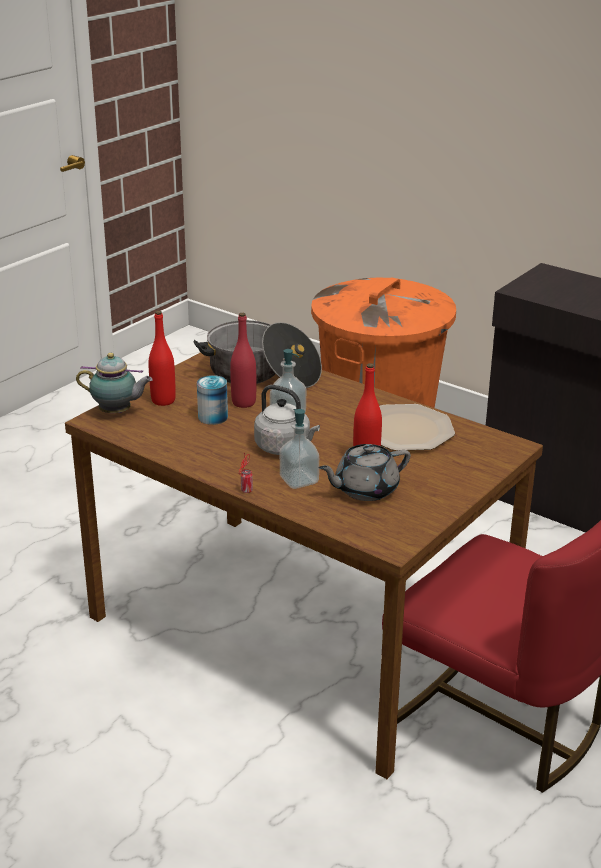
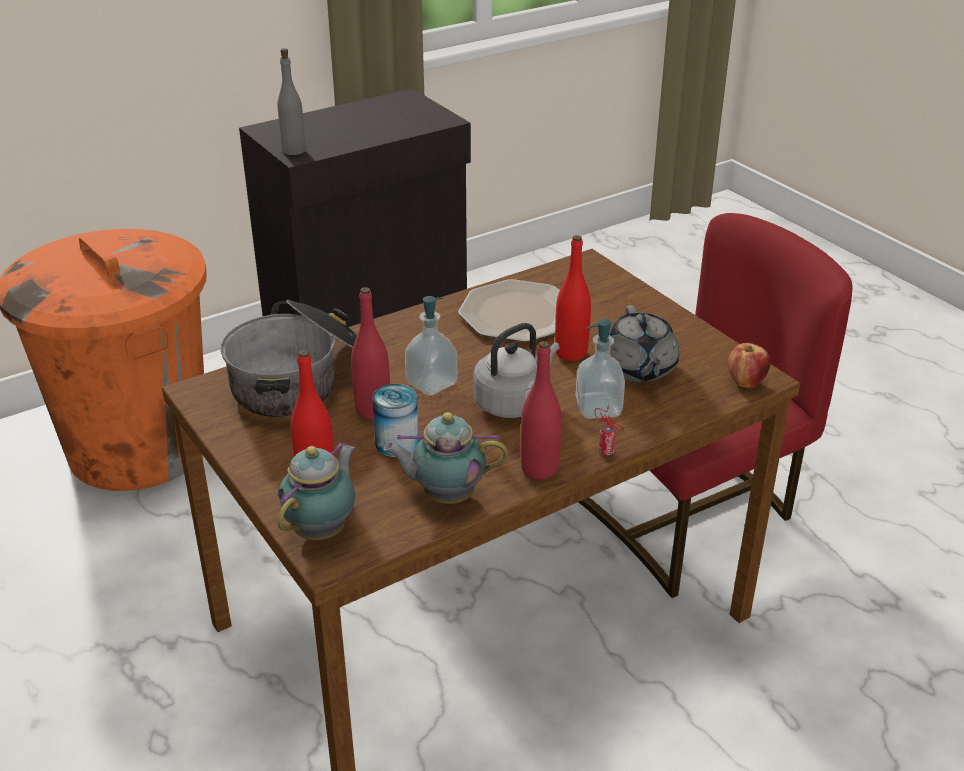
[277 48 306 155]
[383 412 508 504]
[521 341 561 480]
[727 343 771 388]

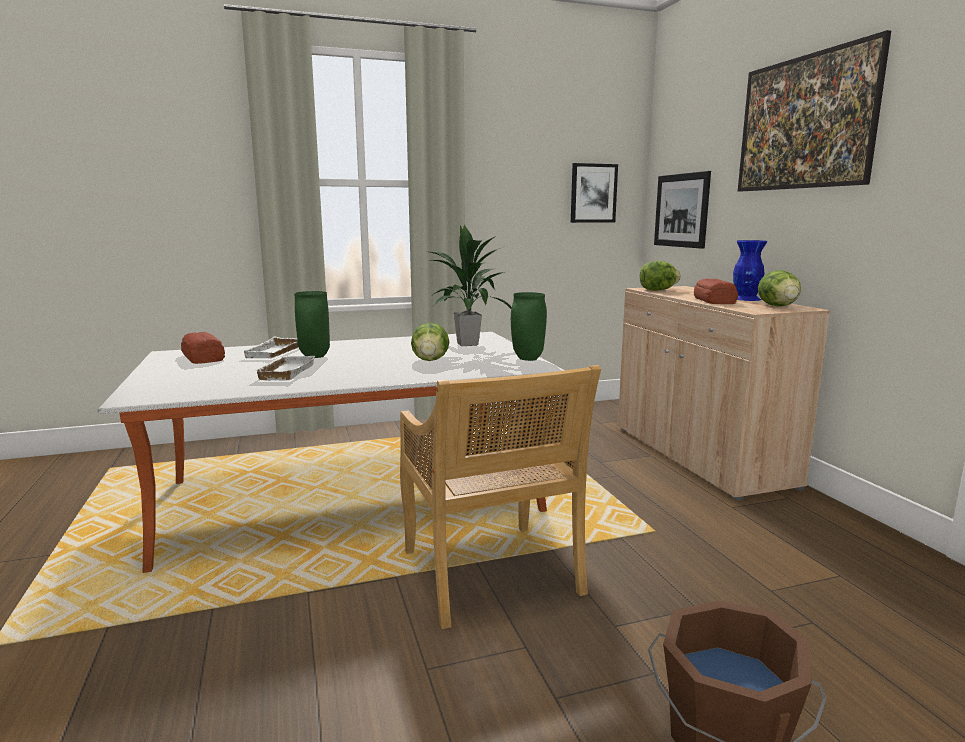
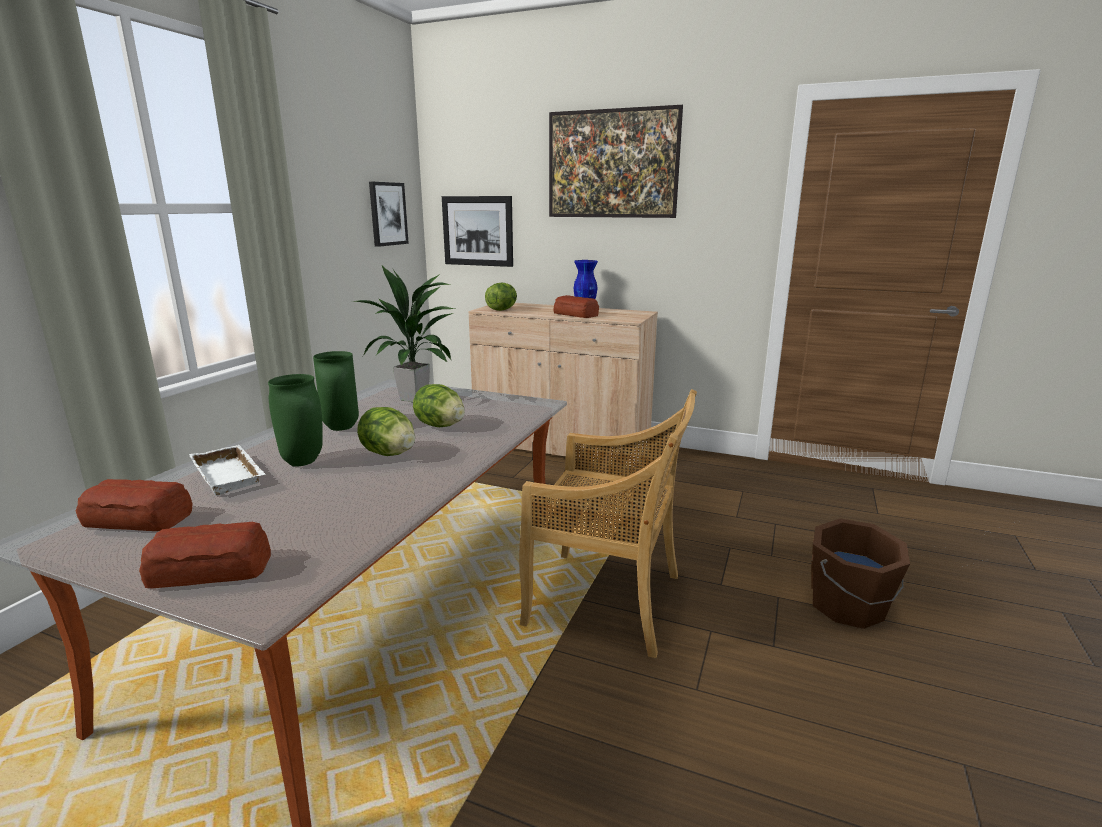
[139 522 271 588]
[313 351 359 431]
[357 407 415 456]
[254 356 315 381] (first image)

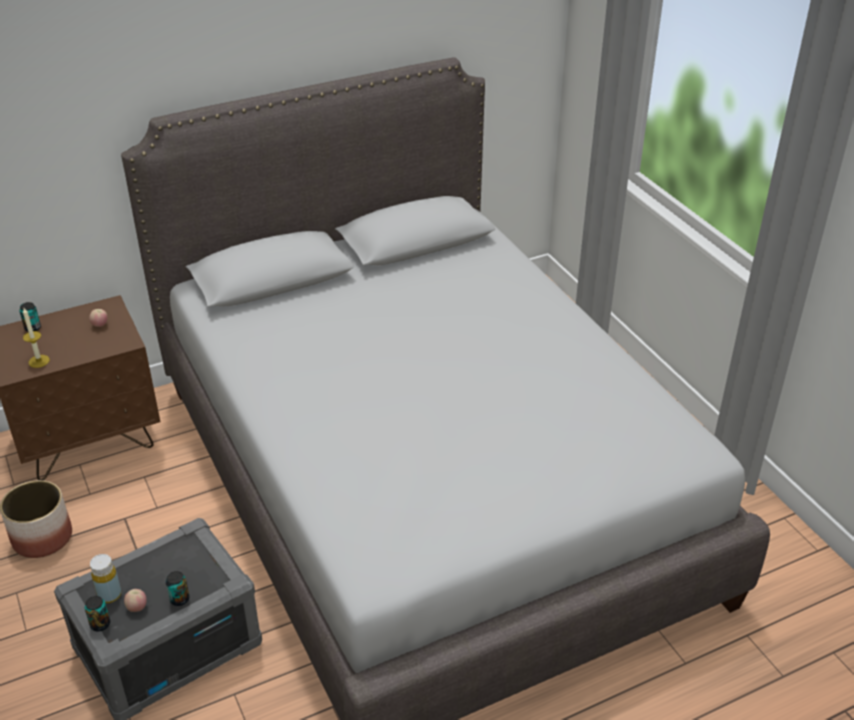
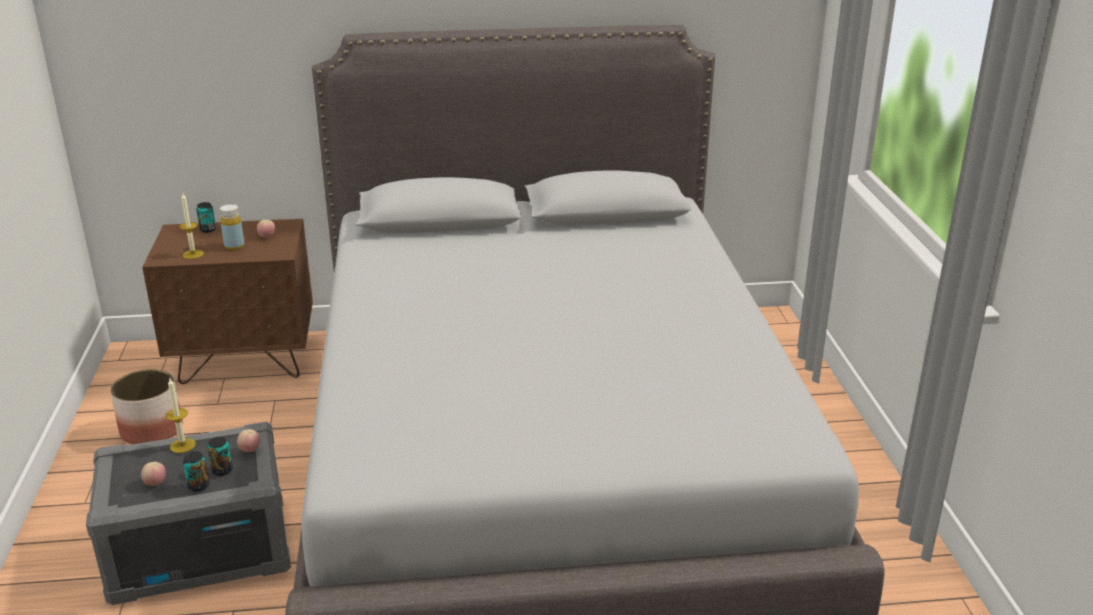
[166 377 196 453]
[207 437 233 476]
[220 204 244 250]
[237 429 260 452]

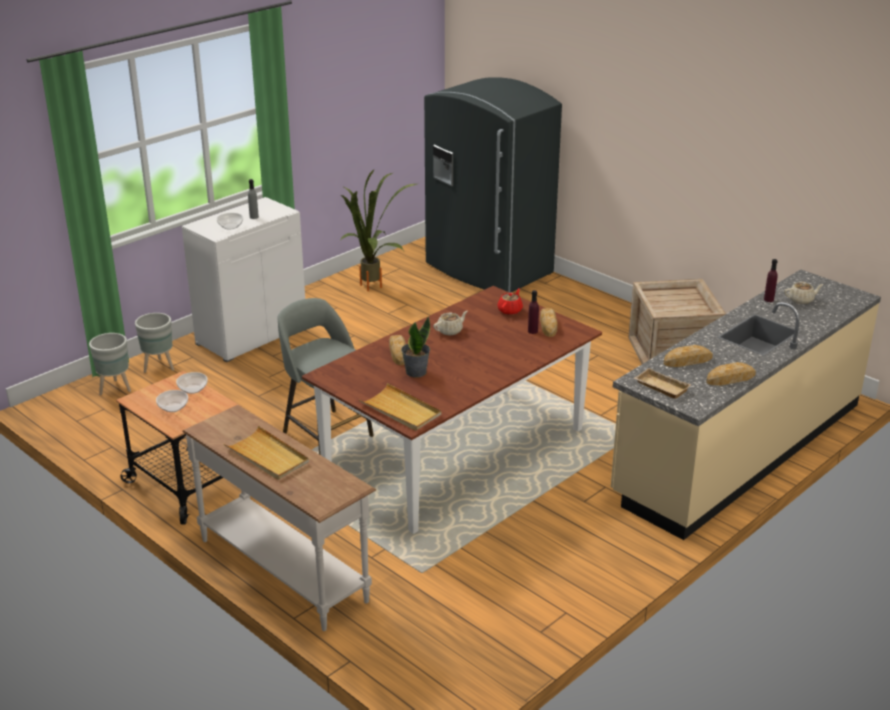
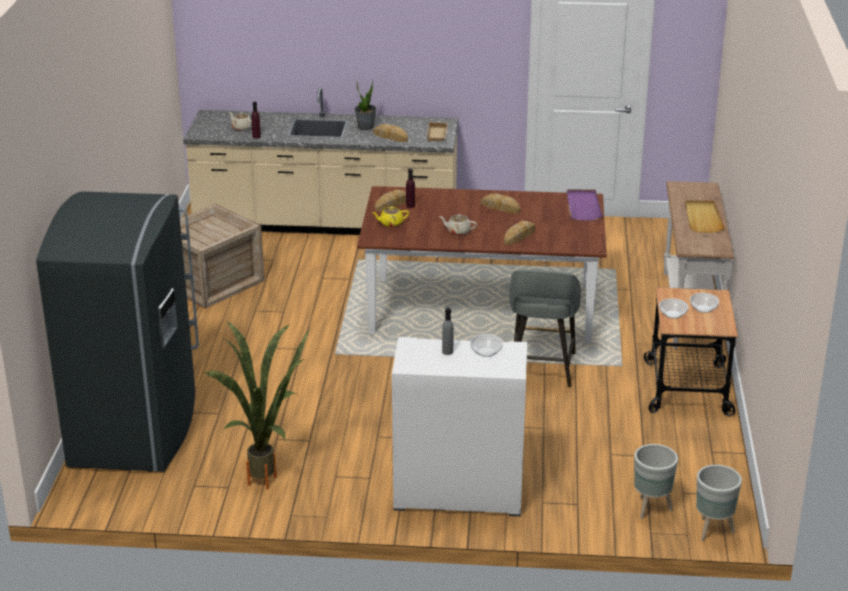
[355 79 377 130]
[372 206 409 227]
[481 194 520 213]
[567 189 603 221]
[696 465 742 541]

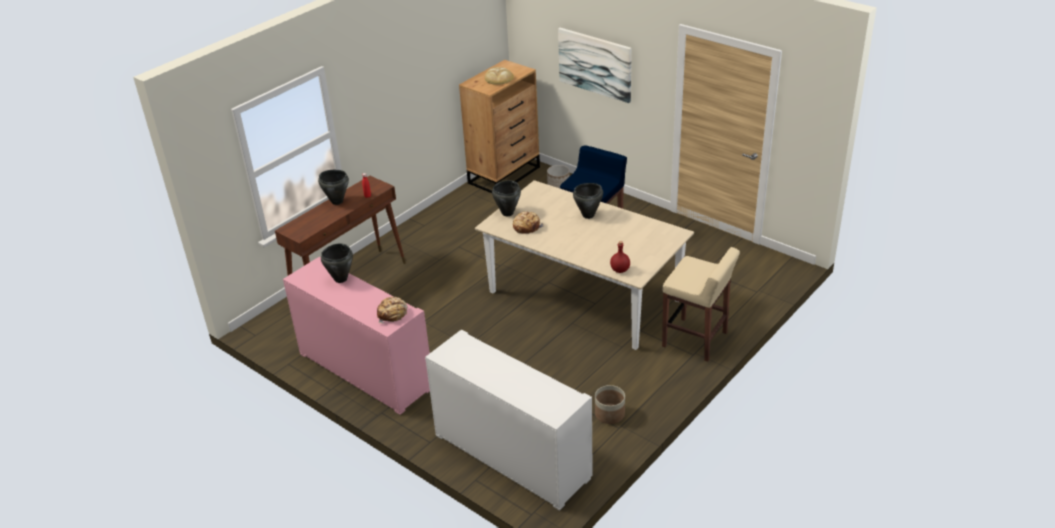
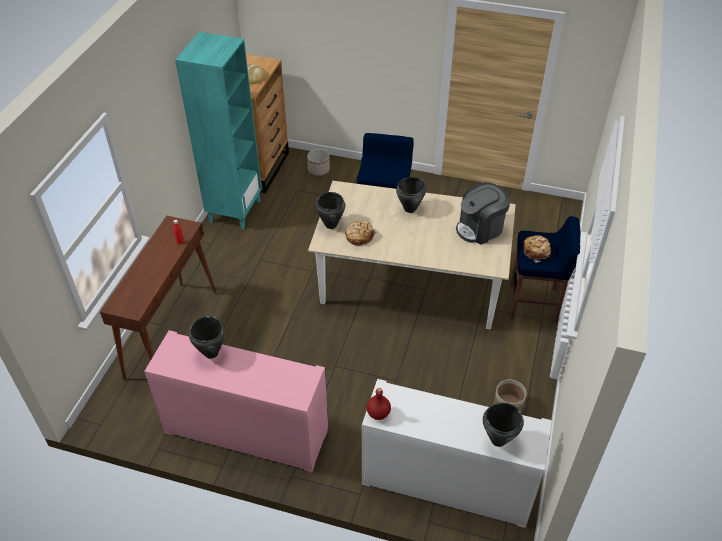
[175 32 262 230]
[367 388 391 420]
[456 182 510 245]
[483 403 524 447]
[510 216 581 324]
[524 235 551 263]
[558 28 632 103] (first image)

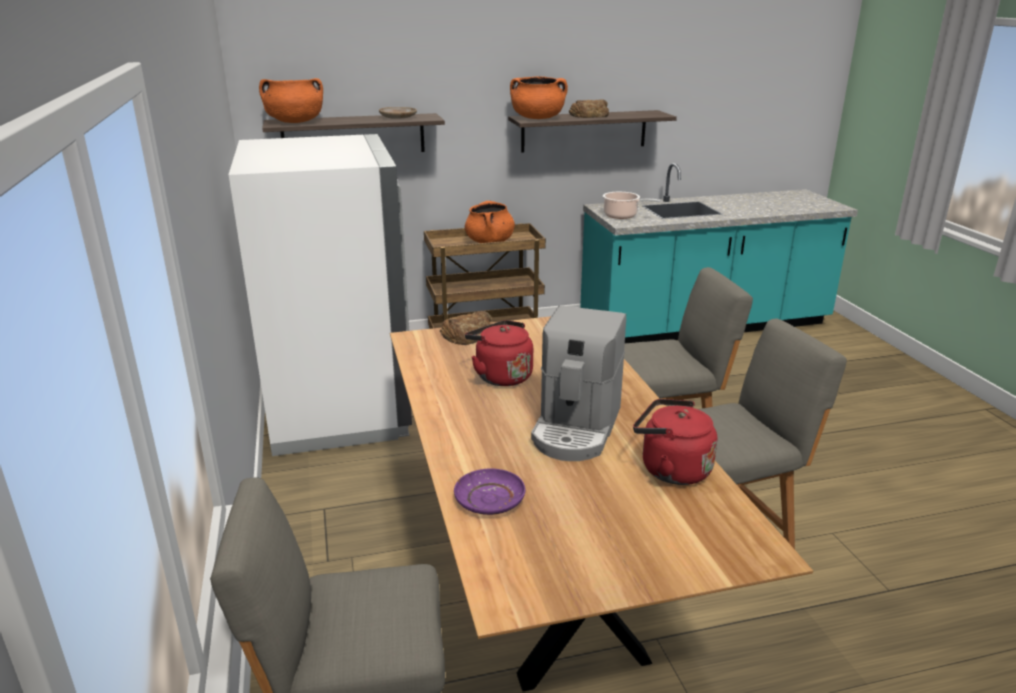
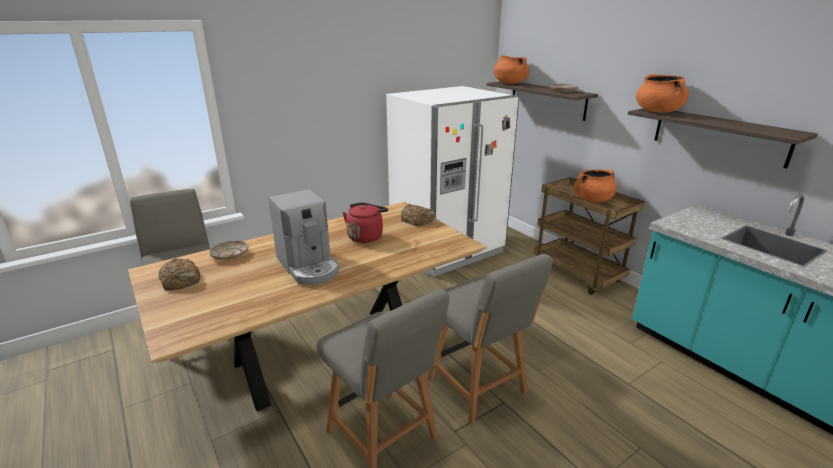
[159 258 200 291]
[209 241 248 260]
[268 189 339 285]
[603 192 661 219] (first image)
[633 399 717 485] (first image)

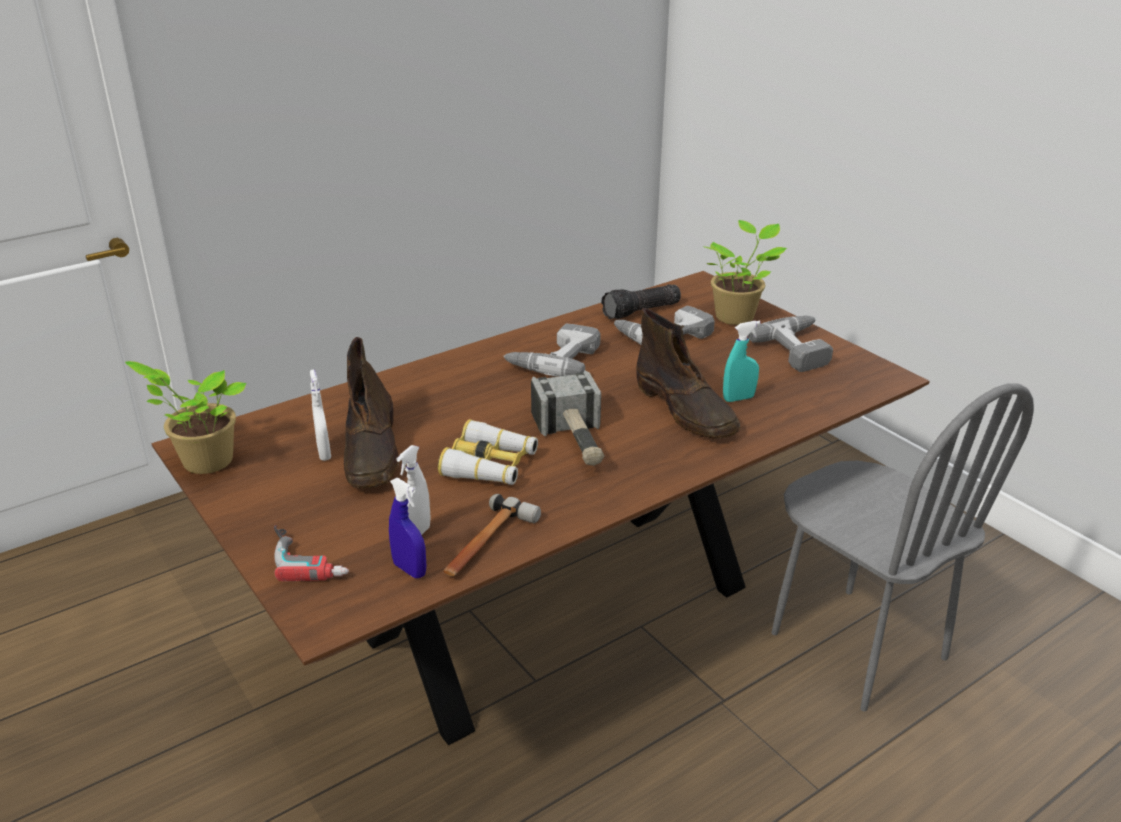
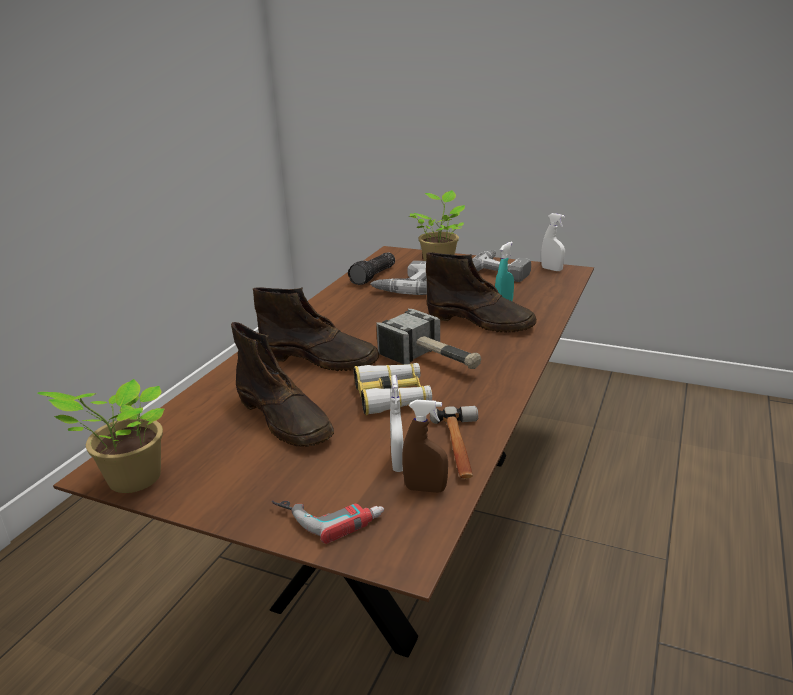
[253 287 379 371]
[402 400 448 493]
[541 213 565 271]
[503 324 601 377] (first image)
[771 383 1034 711] (first image)

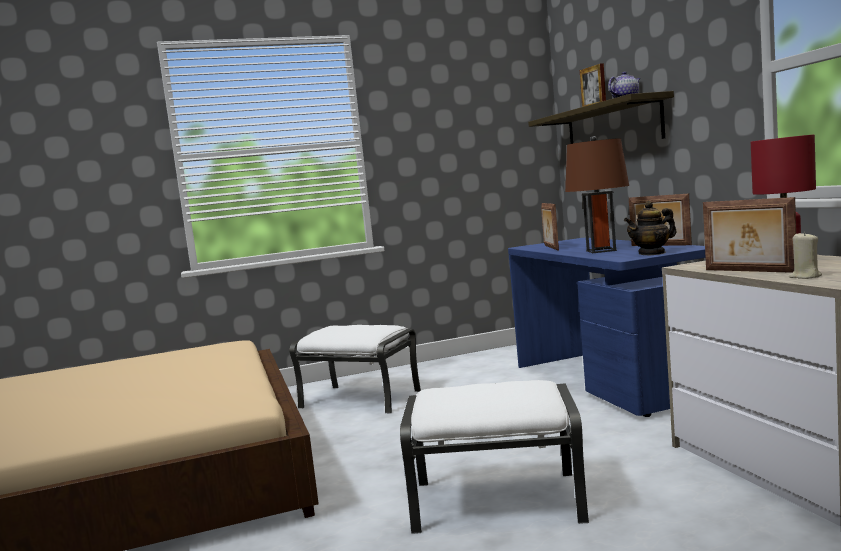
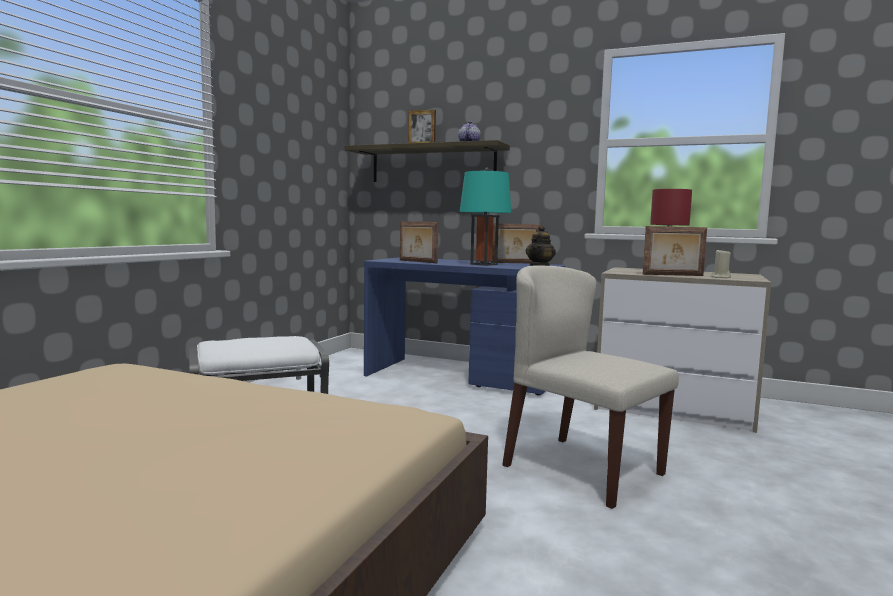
[459 168 512 266]
[502 266 679 509]

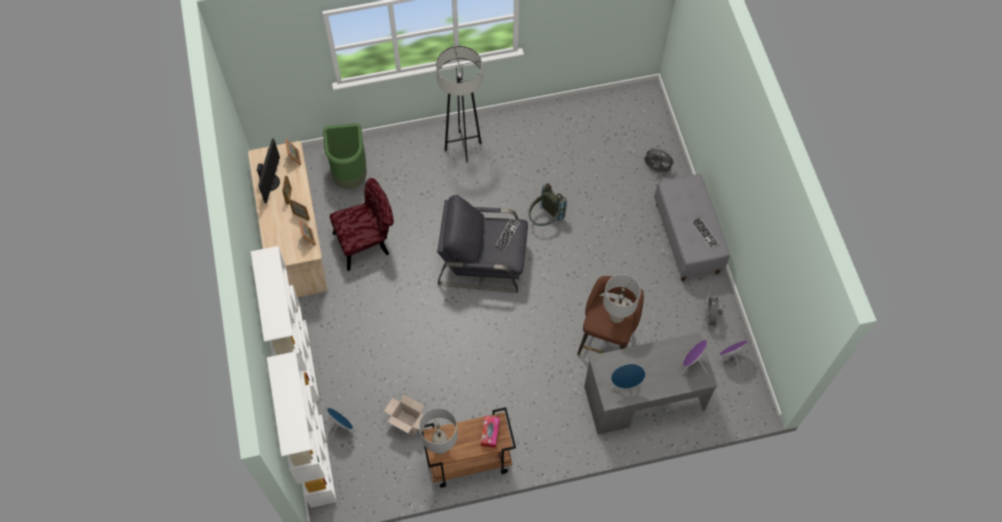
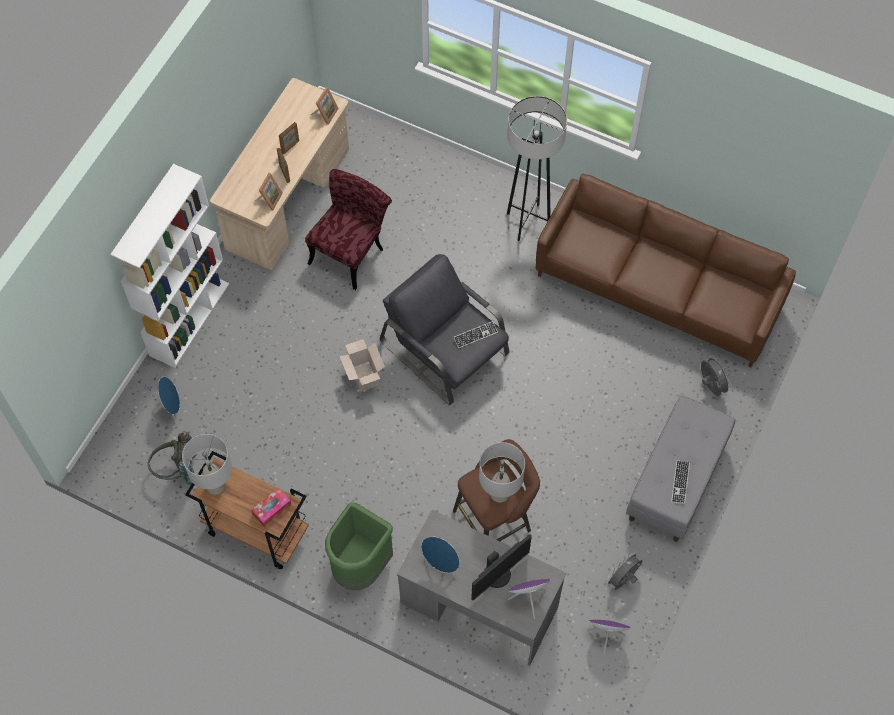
[148 431 197 485]
[305 169 392 290]
[325 502 393 590]
[339 339 385 392]
[471 534 532 600]
[536 174 796 367]
[267 351 337 508] (first image)

